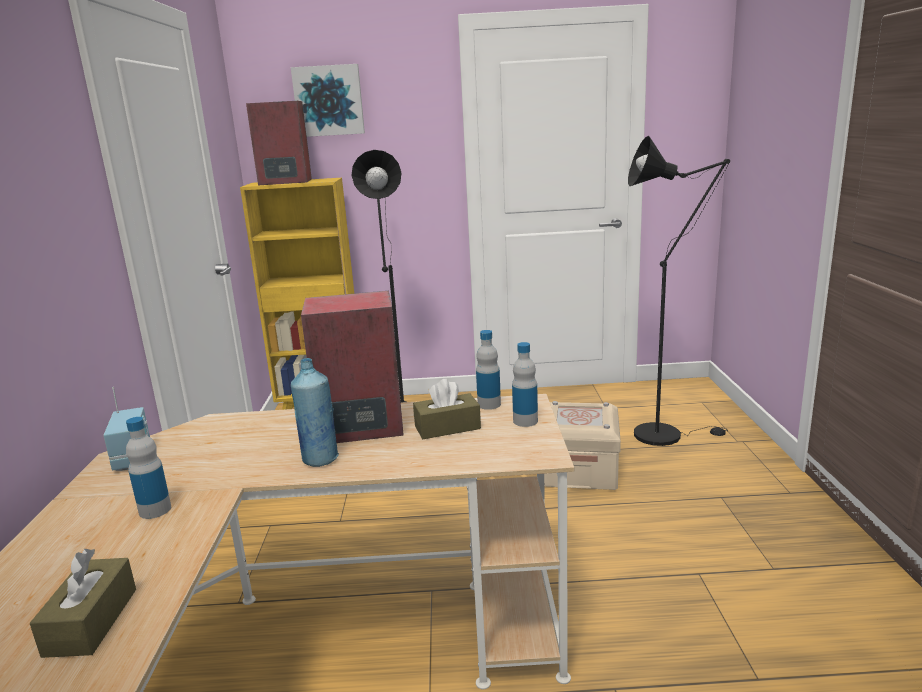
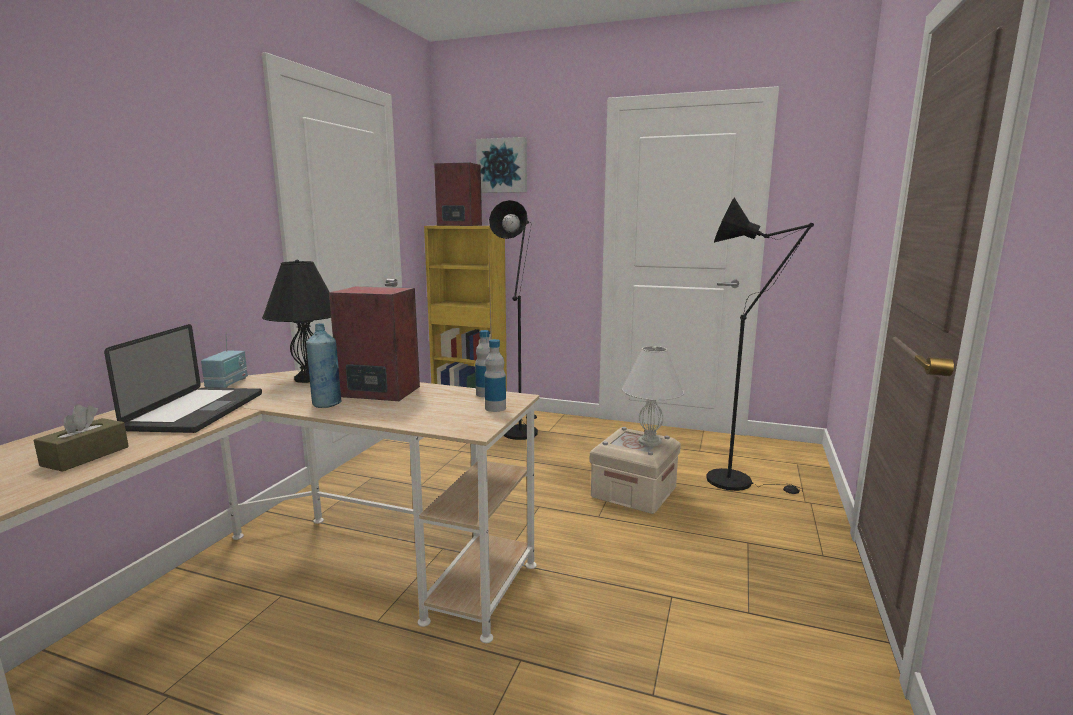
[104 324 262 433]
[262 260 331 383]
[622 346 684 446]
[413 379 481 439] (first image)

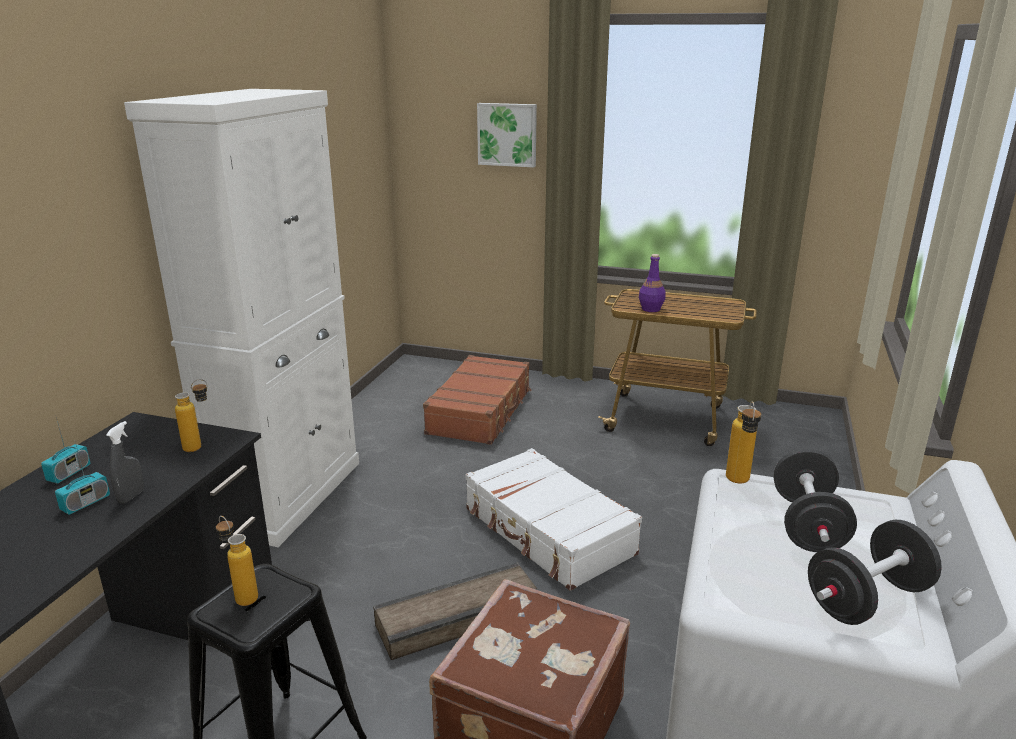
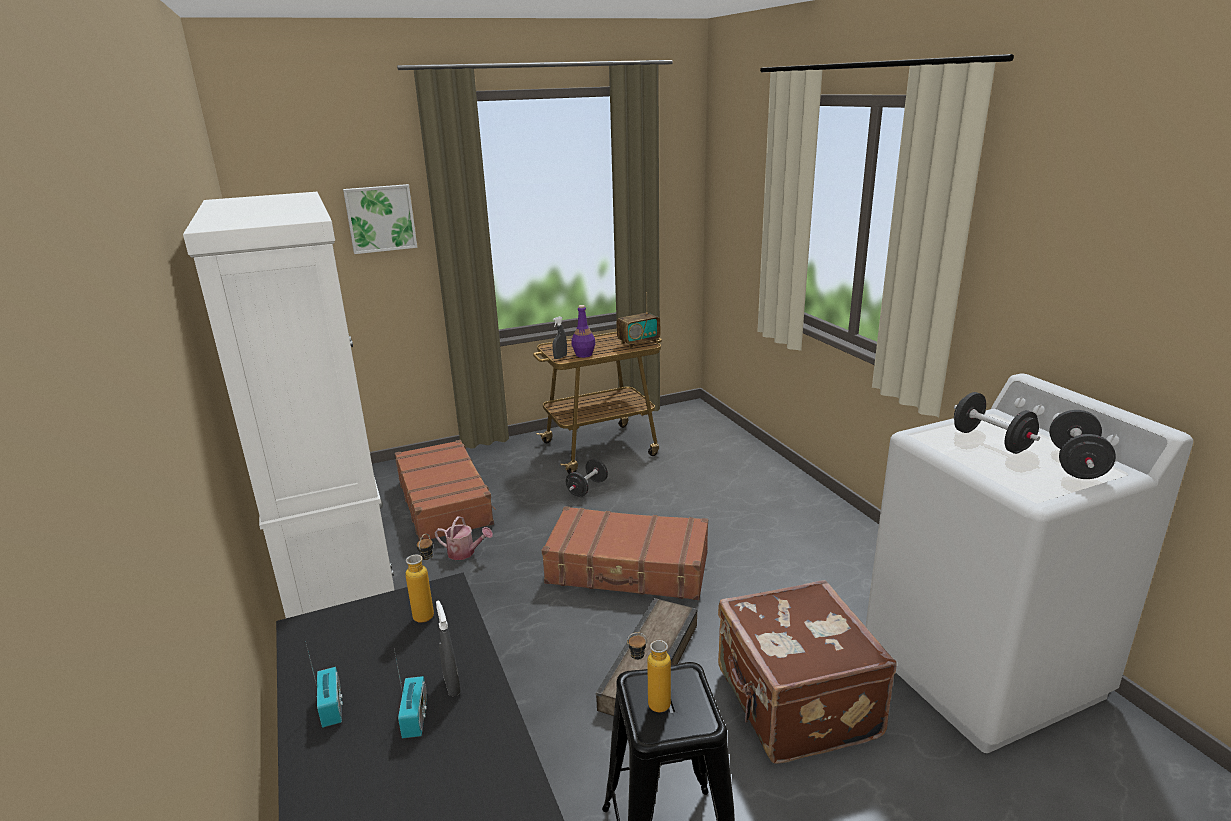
[435 516 493 560]
[542 506 708 600]
[552 316 567 359]
[566 459 608 497]
[617 292 660 348]
[726 401 761 483] (first image)

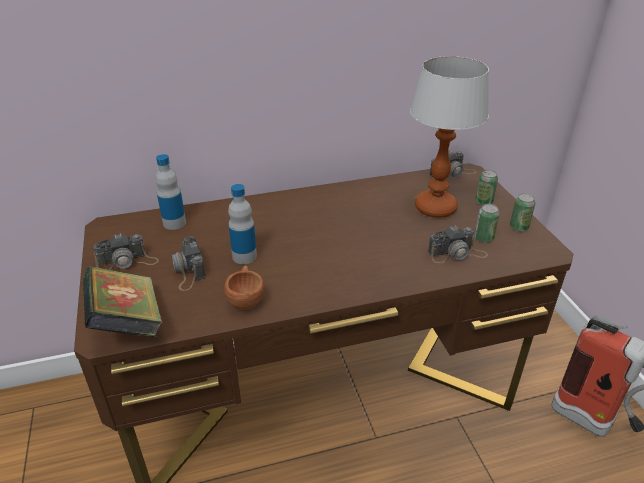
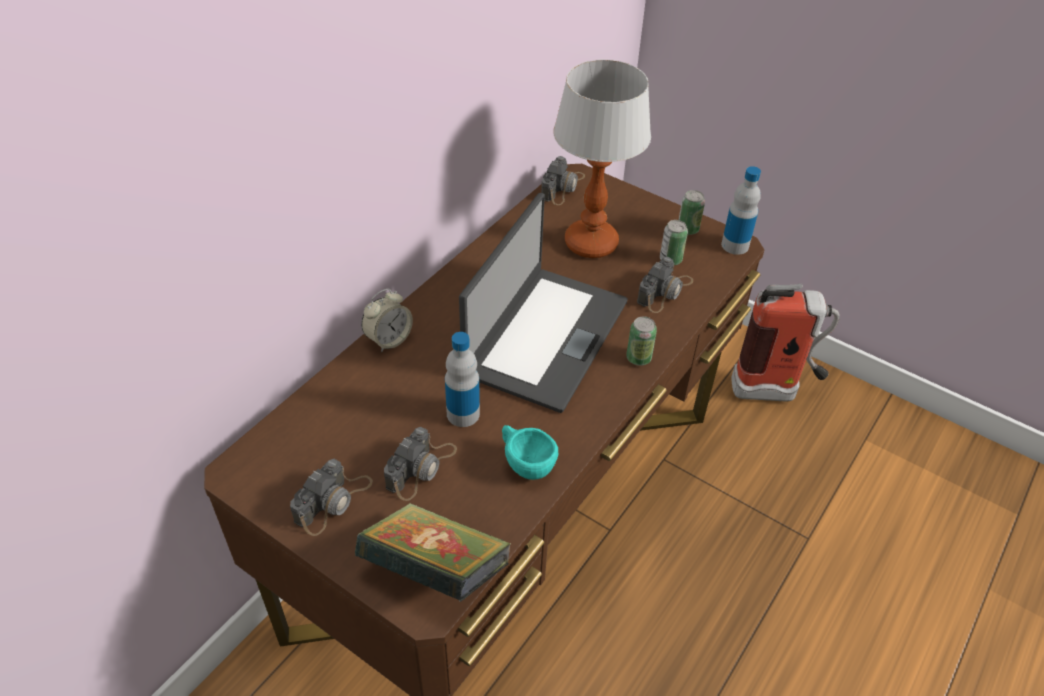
[361 288 413 352]
[384 427 457 501]
[459 193 628 413]
[502 425 558 480]
[626 316 657 366]
[721 166 761 255]

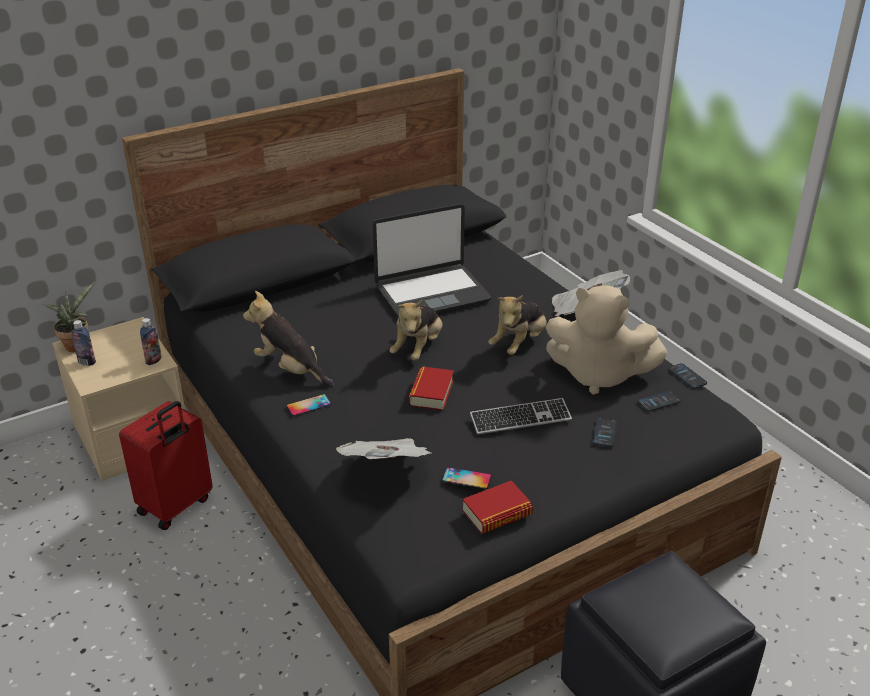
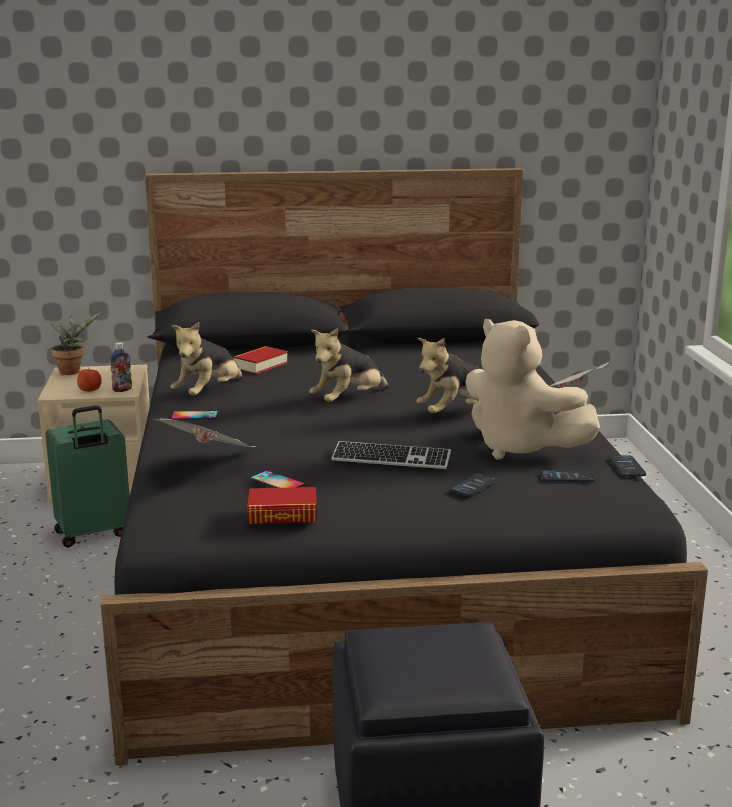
[45 405 130 548]
[77 369 101 392]
[171 322 243 396]
[233 346 288 375]
[71 320 96 366] (first image)
[373 204 491 317] (first image)

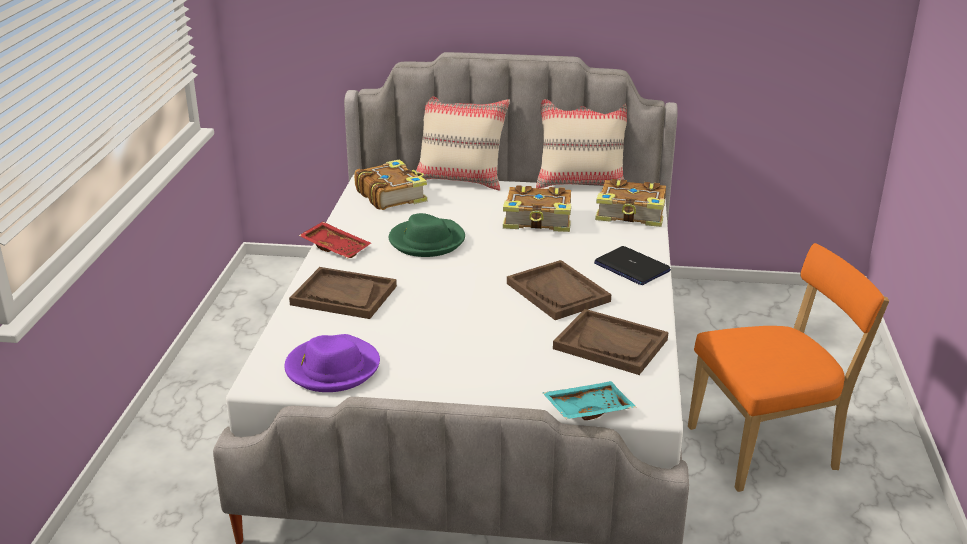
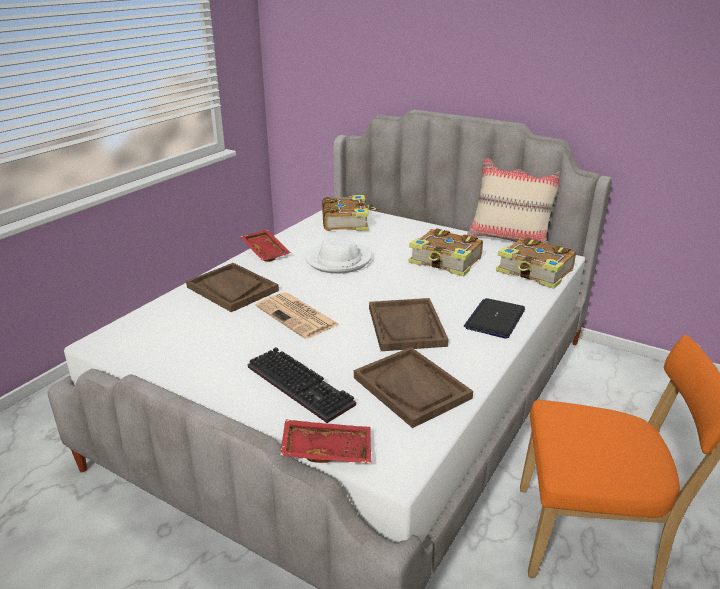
[248 347 356 423]
[256 292 340 339]
[280 419 371 464]
[305 236 372 274]
[464 298 525 339]
[284 334 380 392] (first image)
[416 96 510 191] (first image)

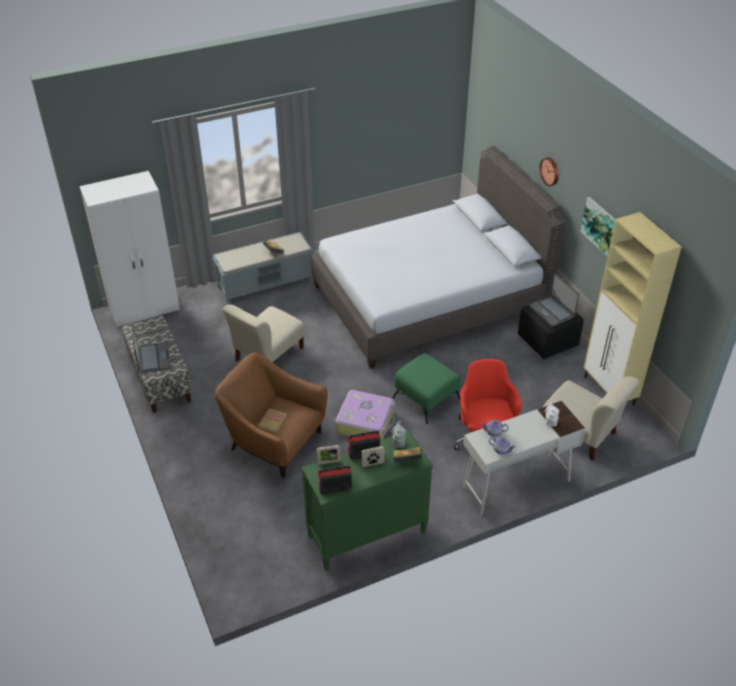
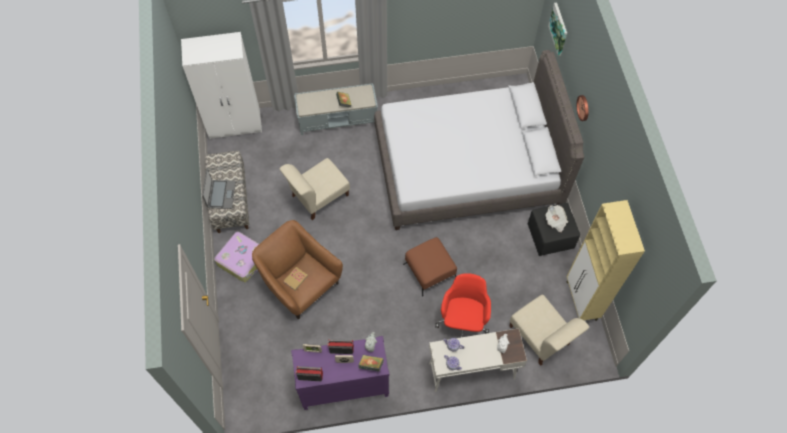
[214 232 259 282]
[291 336 389 410]
[403 237 457 297]
[545 205 568 232]
[548 3 567 56]

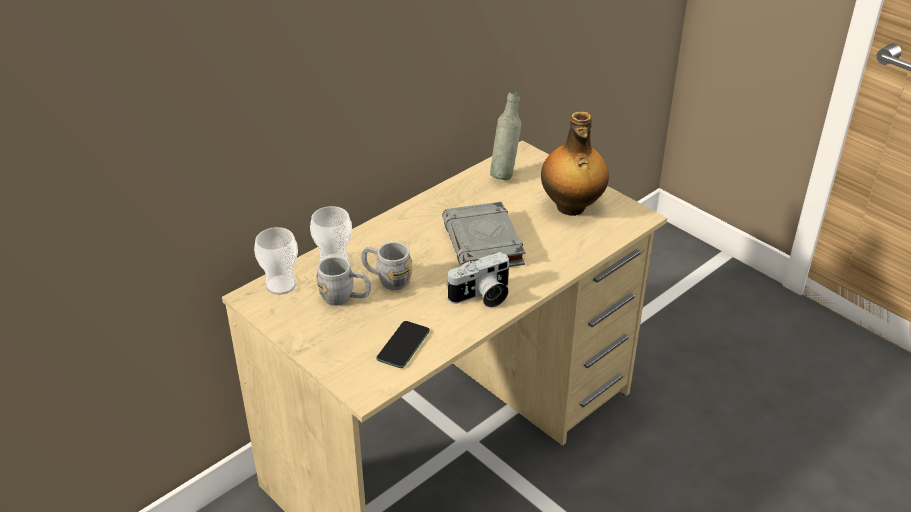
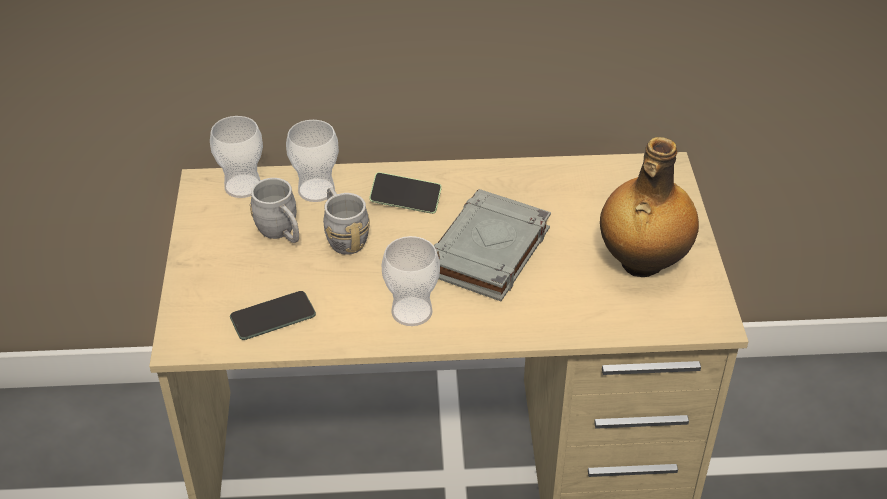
[369 172 442 214]
[381 236 440 326]
[490 92 521 180] (first image)

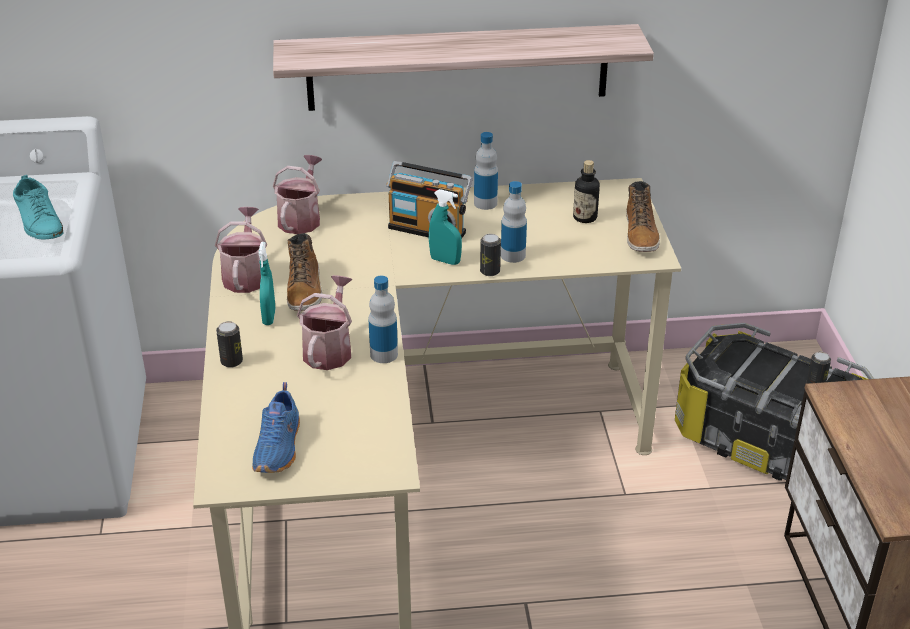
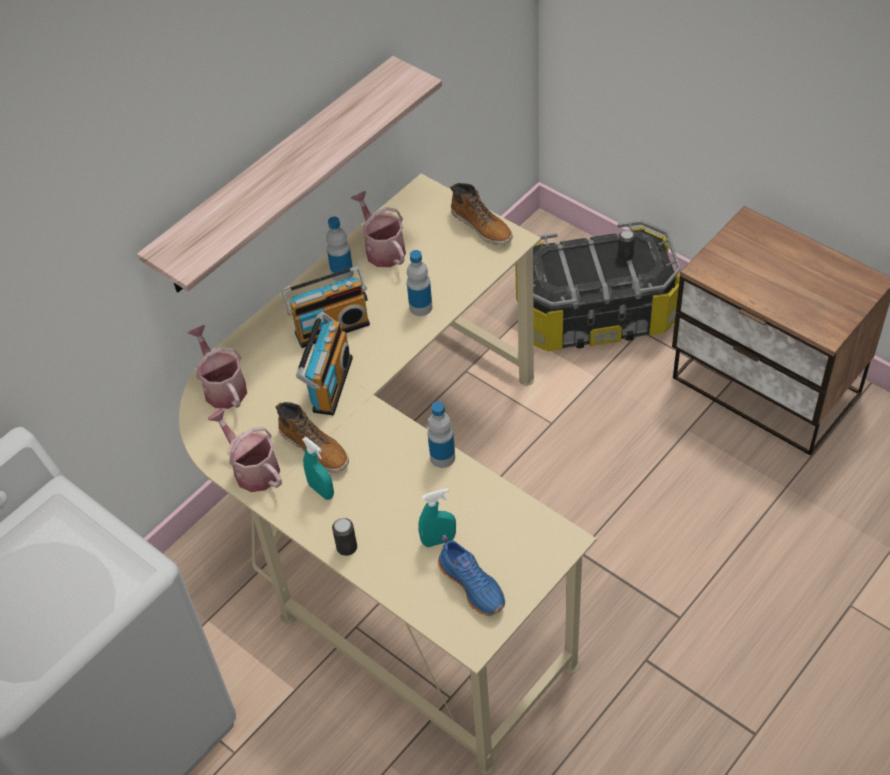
[296 311 353 415]
[351 191 406 267]
[419 488 456 547]
[13 175 63 239] (first image)
[480 234 501 276] (first image)
[573 160 600 223] (first image)

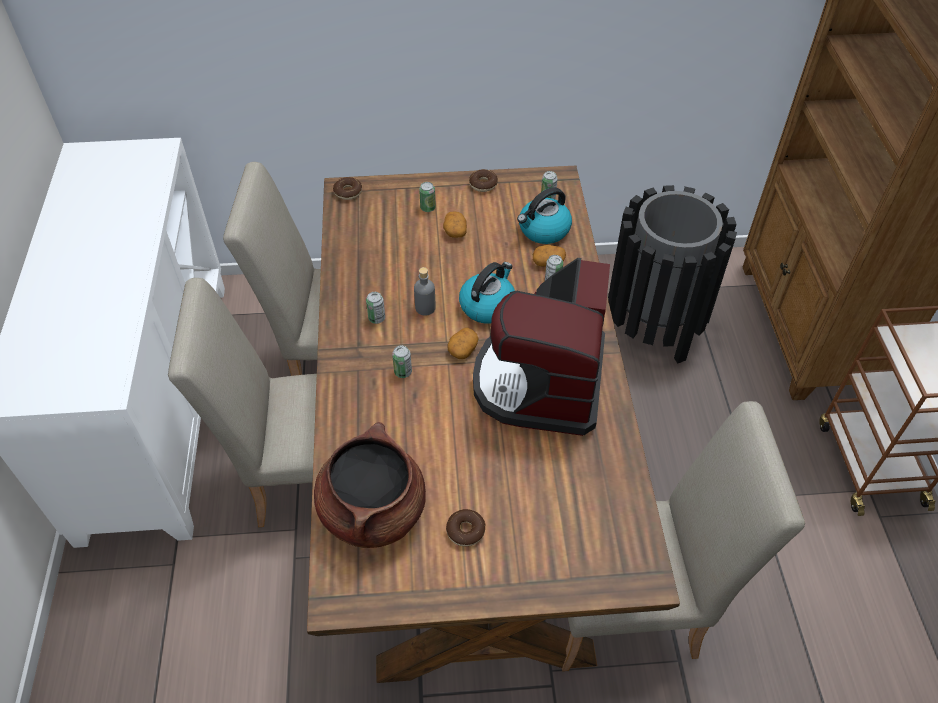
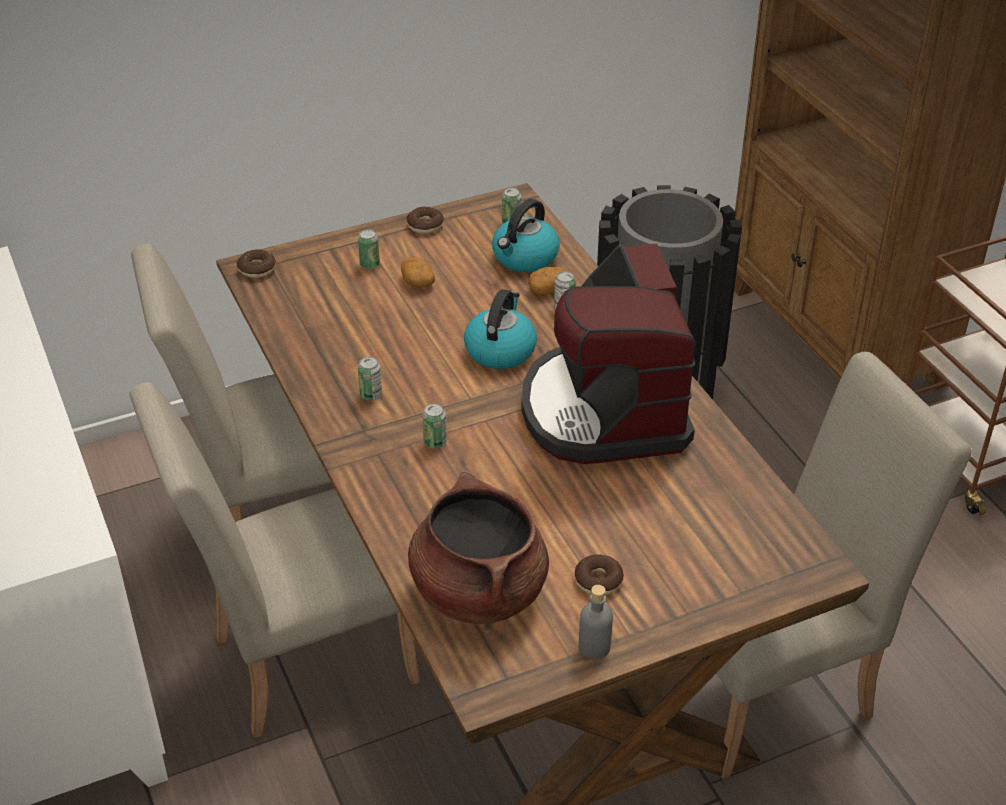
[579 585 613 659]
[448 328 479 359] (first image)

